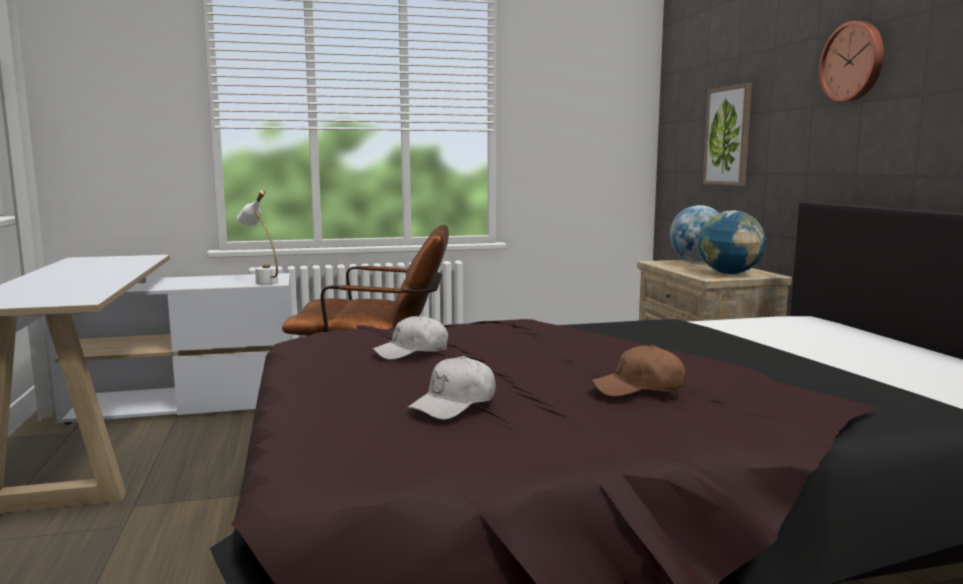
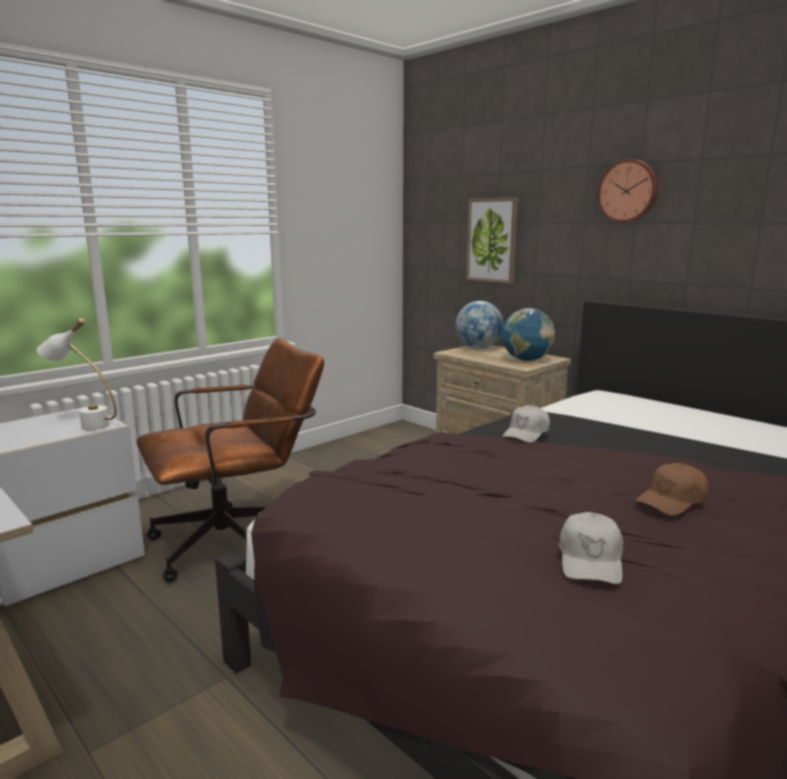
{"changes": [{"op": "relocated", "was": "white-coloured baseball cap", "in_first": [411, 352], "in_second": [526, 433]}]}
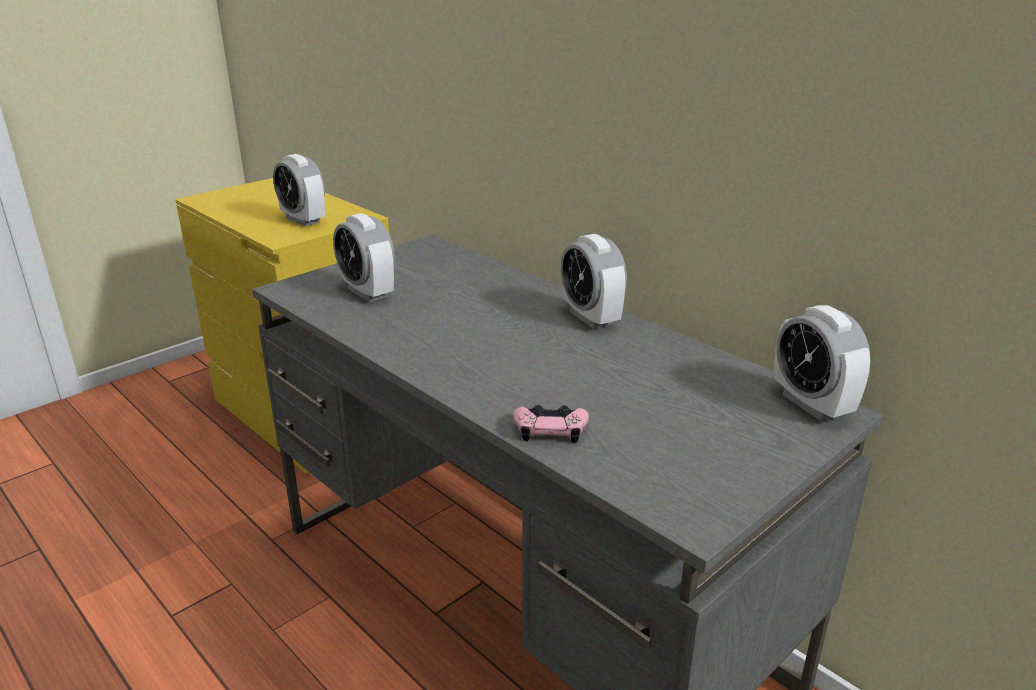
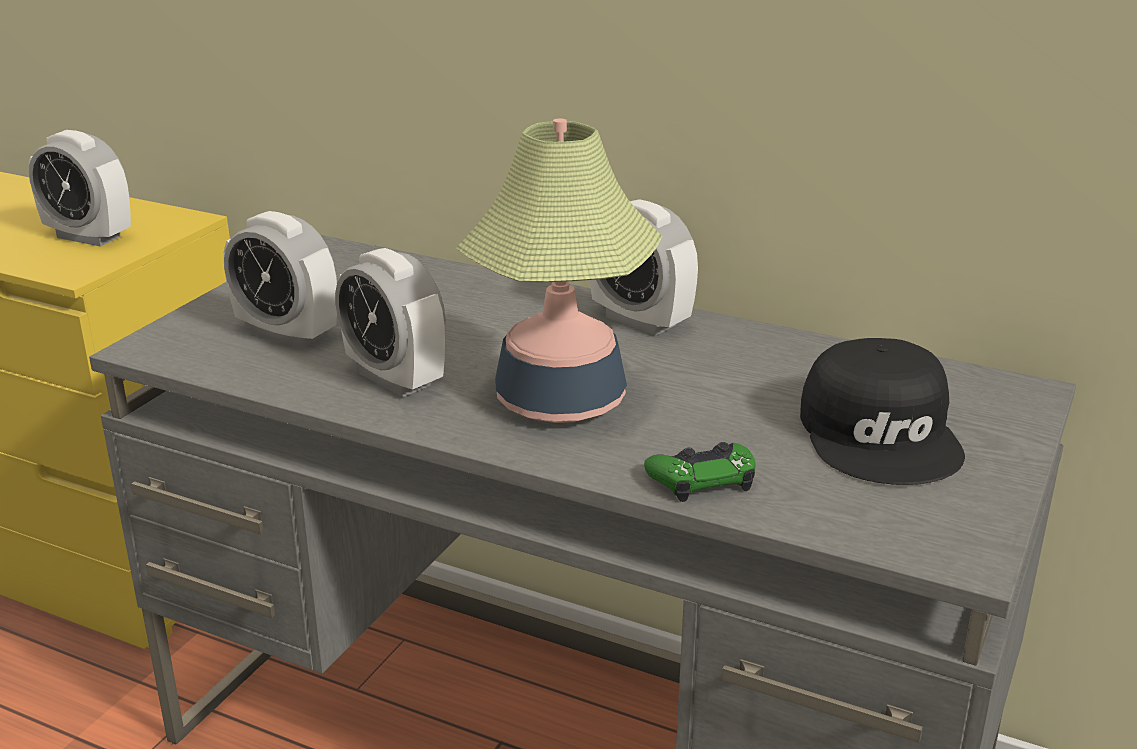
{"changes": [{"op": "relocated", "was": "table clock", "in_first": [811, 404], "in_second": [394, 379]}, {"op": "colour", "was": "pink-coloured gamepad", "now": "green gamepad", "in_first": [550, 429], "in_second": [702, 479]}, {"op": "appeared", "now": "table lamp", "in_second": [560, 401]}, {"op": "appeared", "now": "blackish baseball cap", "in_second": [882, 434]}]}
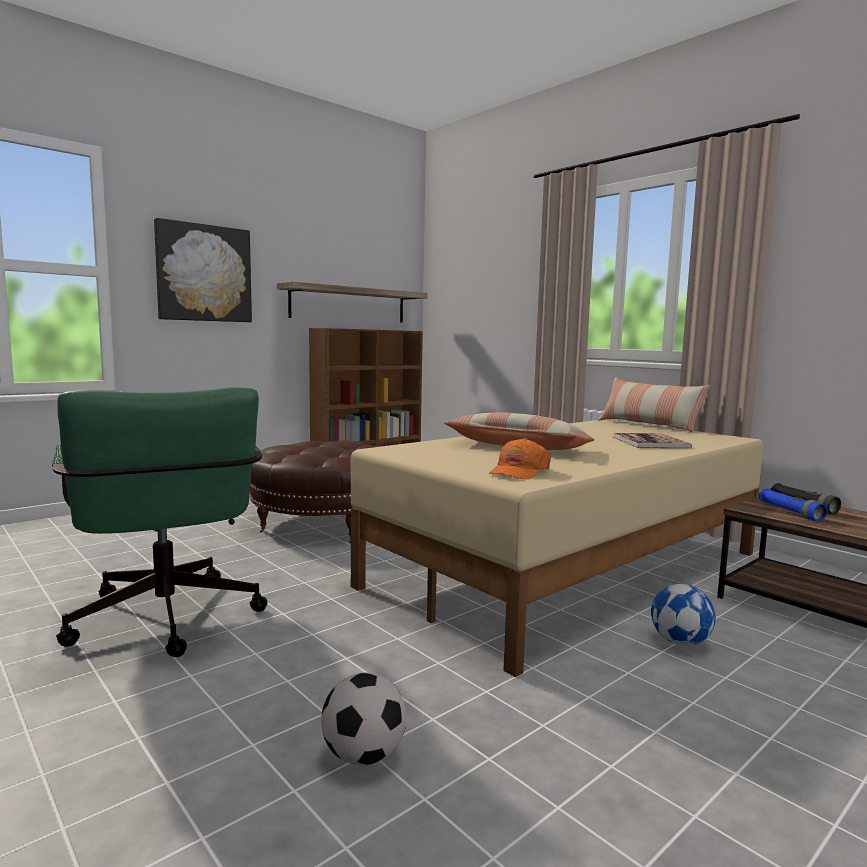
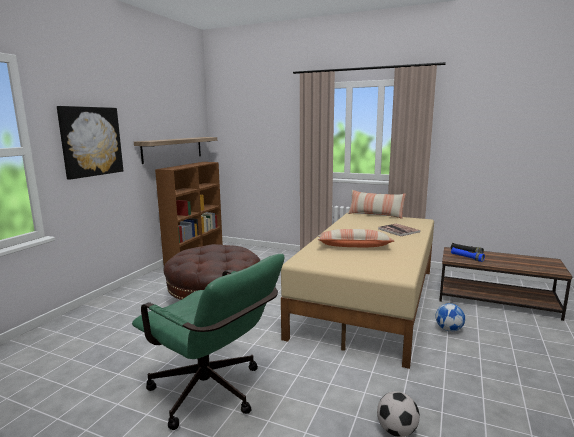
{"changes": [{"op": "missing", "was": "orange baseball cap", "in_first": [518, 472]}]}
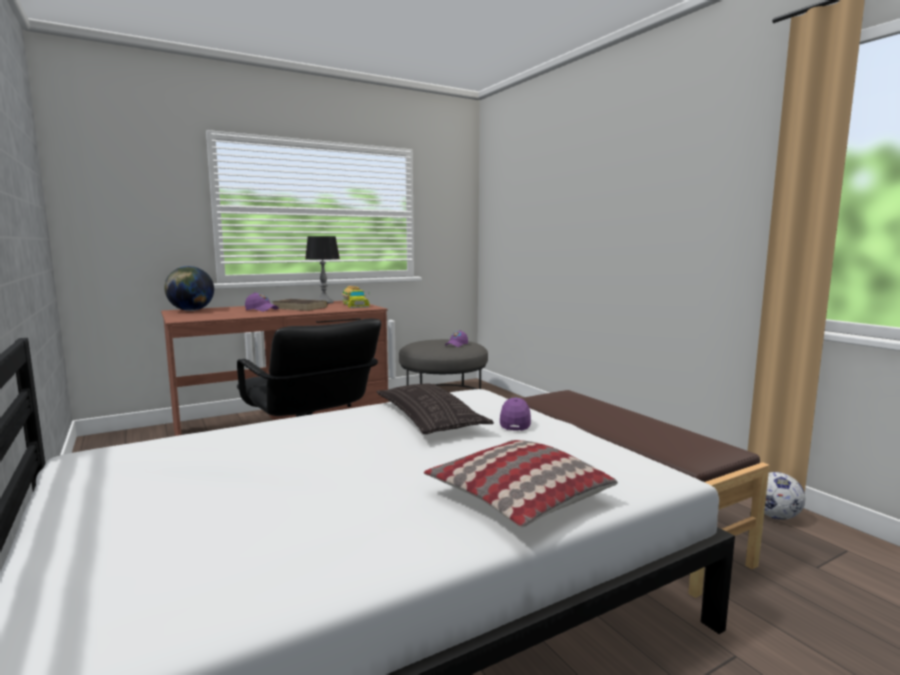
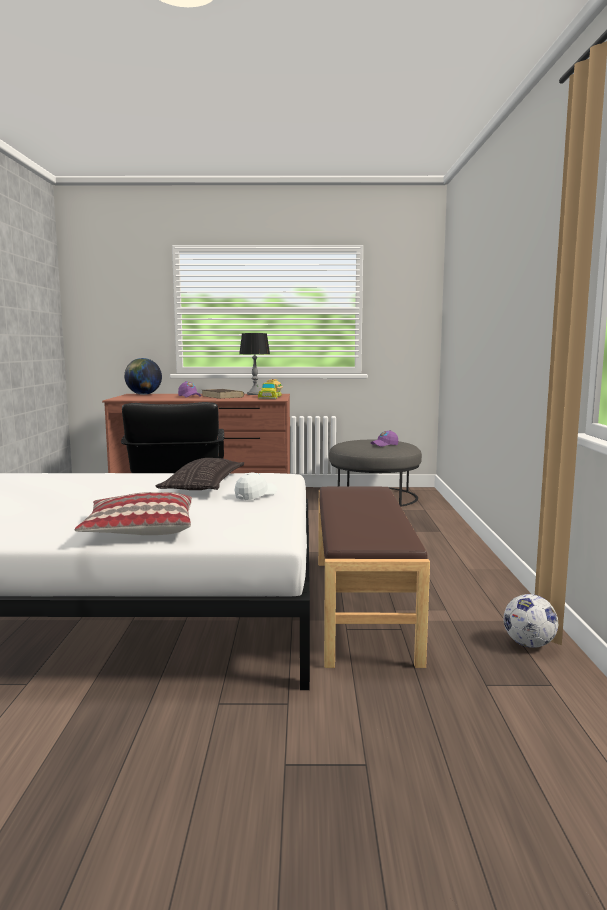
{"changes": [{"op": "colour", "was": "purple-coloured baseball cap", "now": "white-coloured baseball cap", "in_first": [515, 422], "in_second": [255, 495]}]}
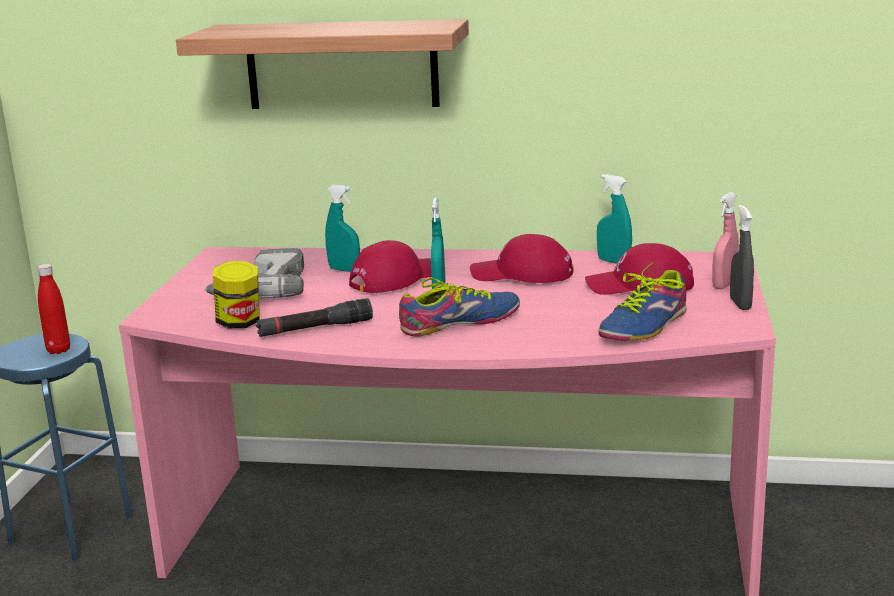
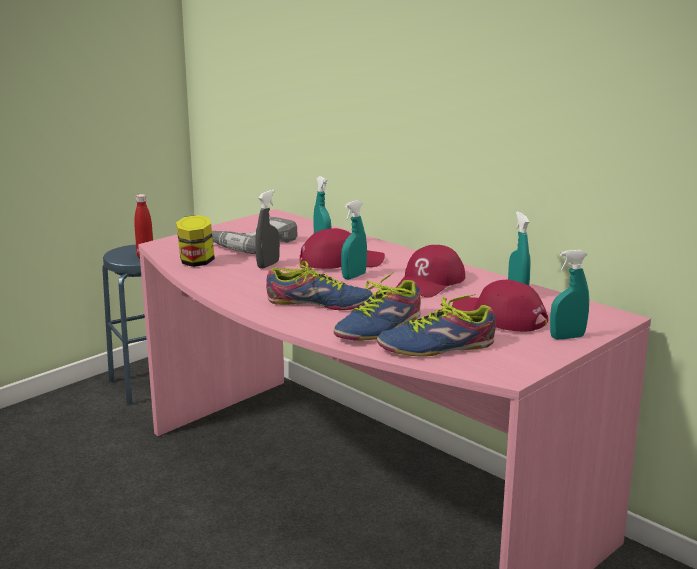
{"changes": [{"op": "missing", "was": "shelf", "in_first": [342, 65]}, {"op": "colour", "was": "pink-coloured sprayer", "now": "turquoise sprayer", "in_first": [724, 285], "in_second": [567, 337]}, {"op": "relocated", "was": "grey sprayer", "in_first": [740, 304], "in_second": [268, 265]}, {"op": "spun", "was": "red baseball cap", "in_first": [522, 274], "in_second": [430, 283], "clockwise": -105}, {"op": "missing", "was": "blackish hand torch", "in_first": [315, 329]}, {"op": "appeared", "now": "shoe", "in_second": [379, 328]}]}
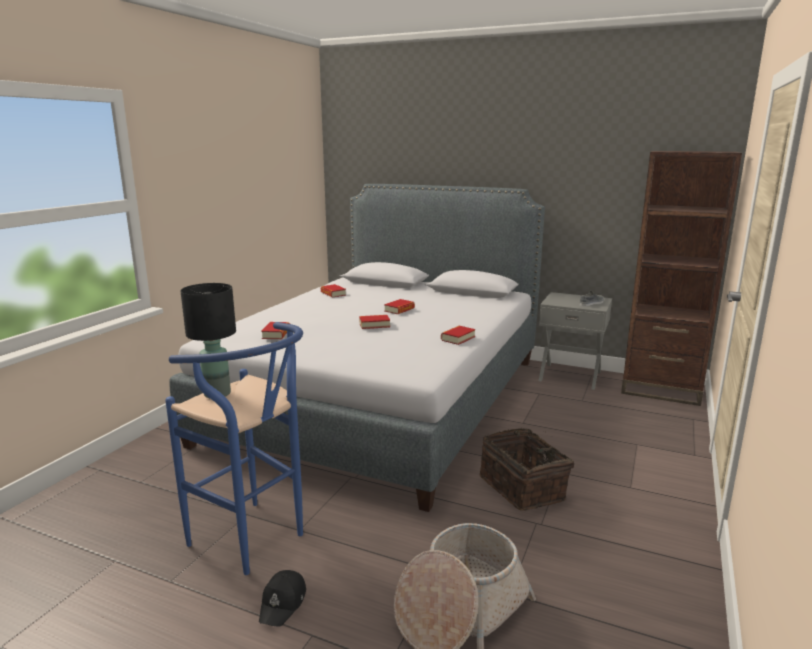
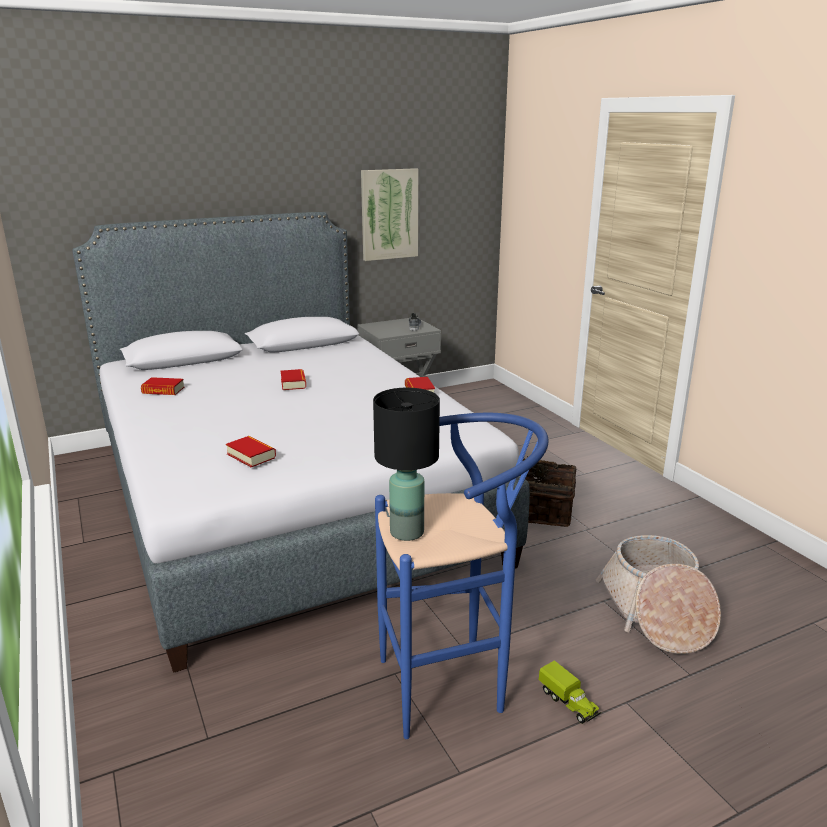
{"changes": [{"op": "missing", "was": "brown-coloured shelving unit", "in_first": [660, 390]}, {"op": "missing", "was": "book", "in_first": [374, 325]}, {"op": "exchanged", "was": "blackish baseball cap", "now": "toy lorry", "in_first": [283, 603], "in_second": [568, 703]}, {"op": "appeared", "now": "wall picture", "in_second": [389, 214]}]}
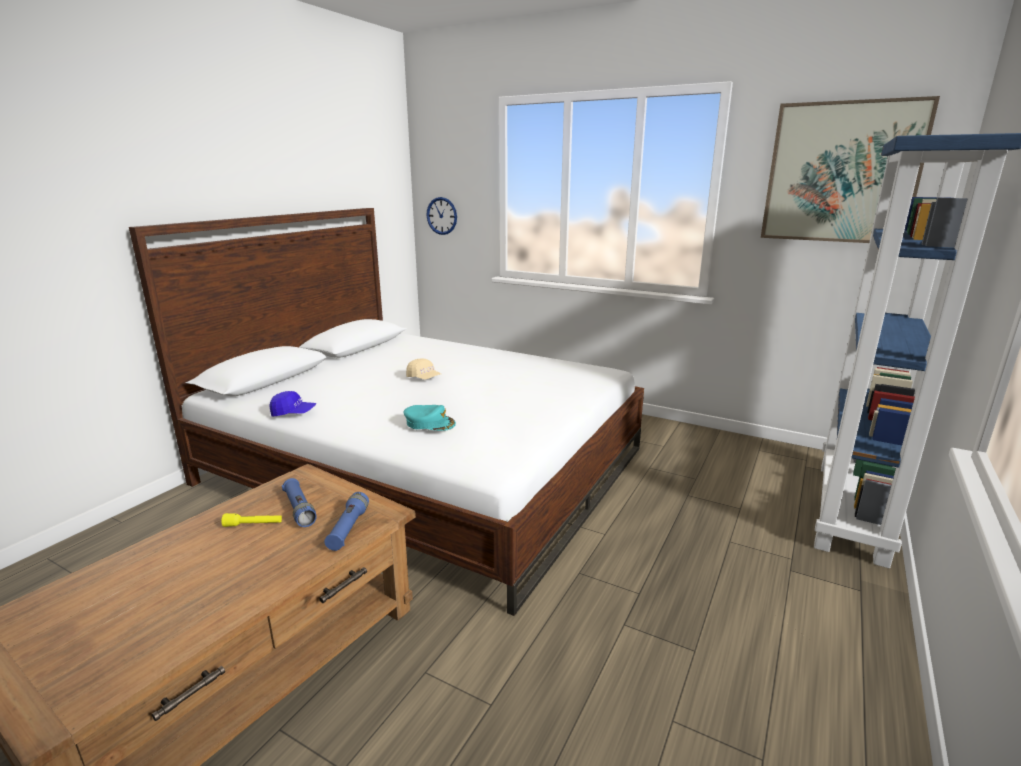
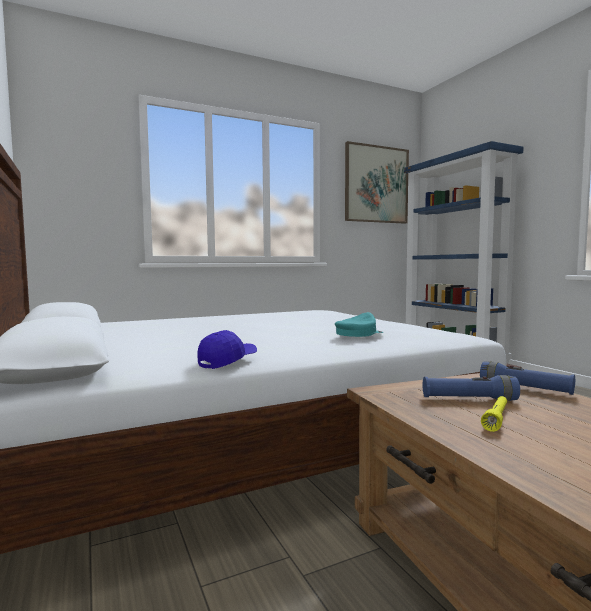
{"changes": [{"op": "missing", "was": "hanging clock", "in_first": [442, 216]}, {"op": "missing", "was": "beige baseball cap", "in_first": [424, 378]}]}
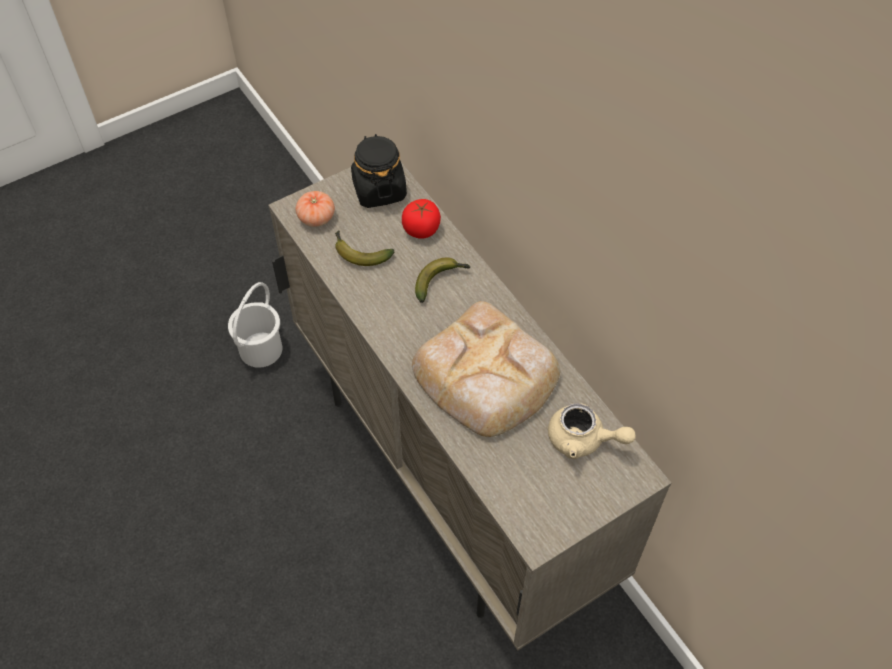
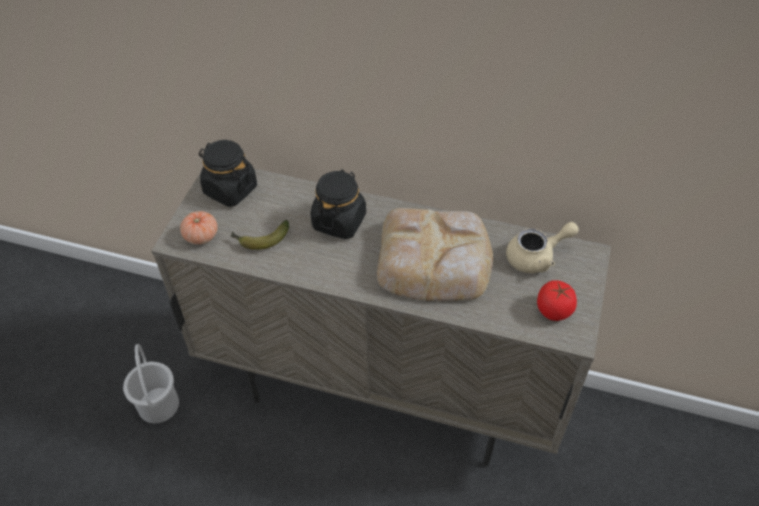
{"changes": [{"op": "relocated", "was": "fresh tomato", "in_first": [421, 229], "in_second": [554, 310]}, {"op": "exchanged", "was": "whole banana", "now": "blackish jar", "in_first": [440, 281], "in_second": [339, 221]}]}
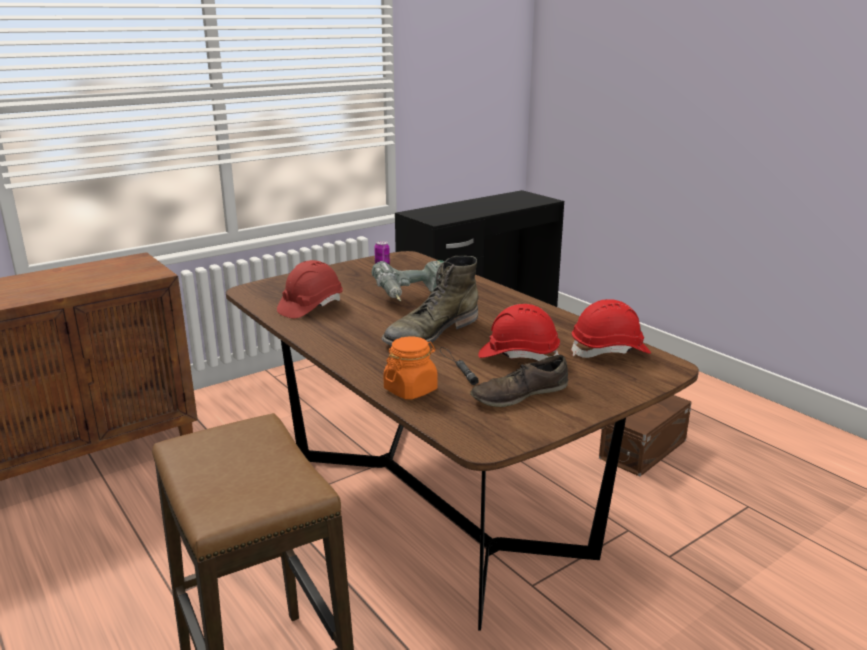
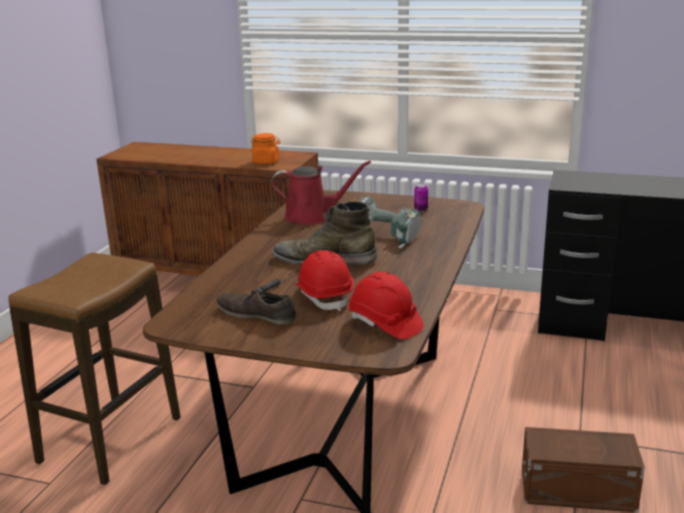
{"changes": [{"op": "exchanged", "was": "red work helmet", "now": "red watering pot", "in_first": [310, 307], "in_second": [312, 217]}, {"op": "relocated", "was": "orange jar", "in_first": [410, 390], "in_second": [266, 161]}]}
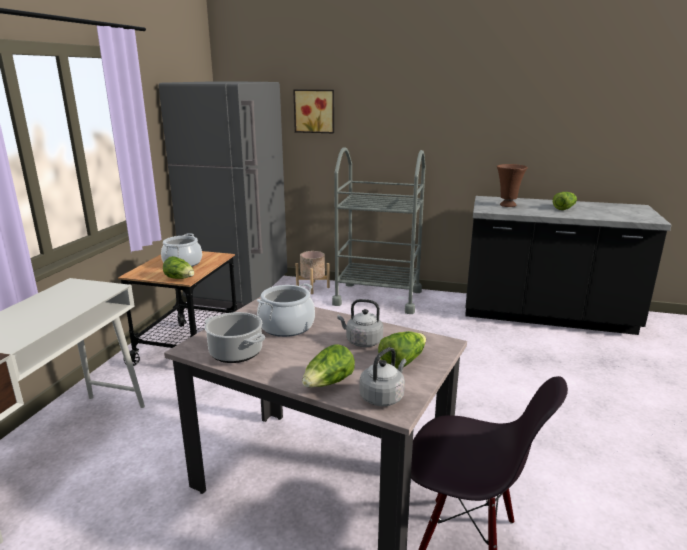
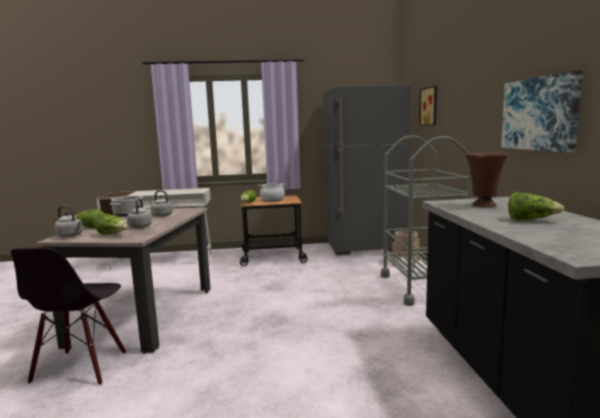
{"changes": [{"op": "exchanged", "was": "saucepot", "now": "grey kettle", "in_first": [287, 326], "in_second": [161, 215]}, {"op": "appeared", "now": "wall picture", "in_second": [540, 113]}]}
